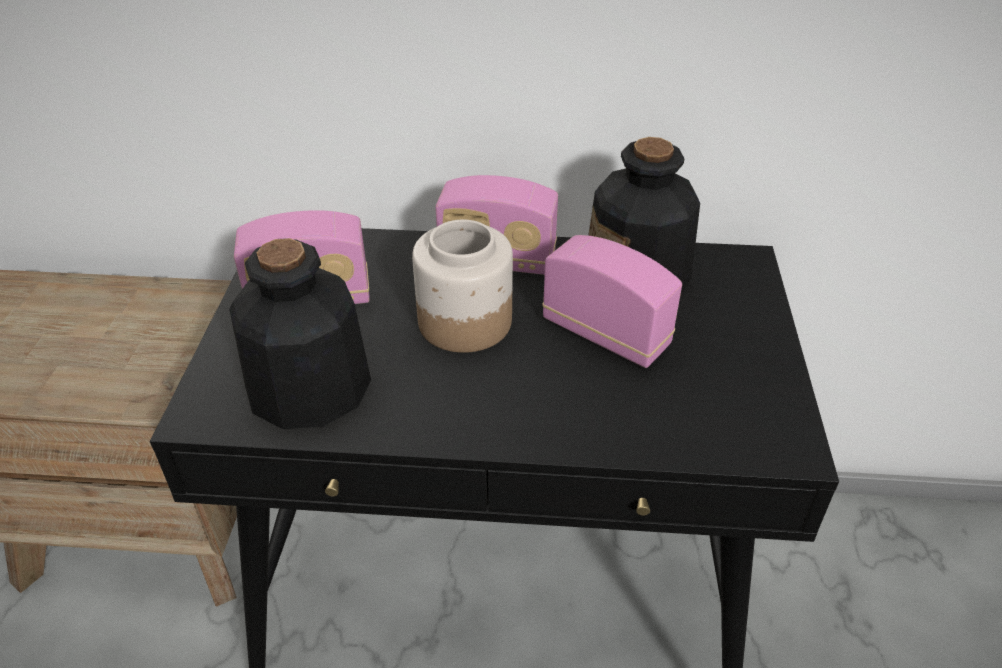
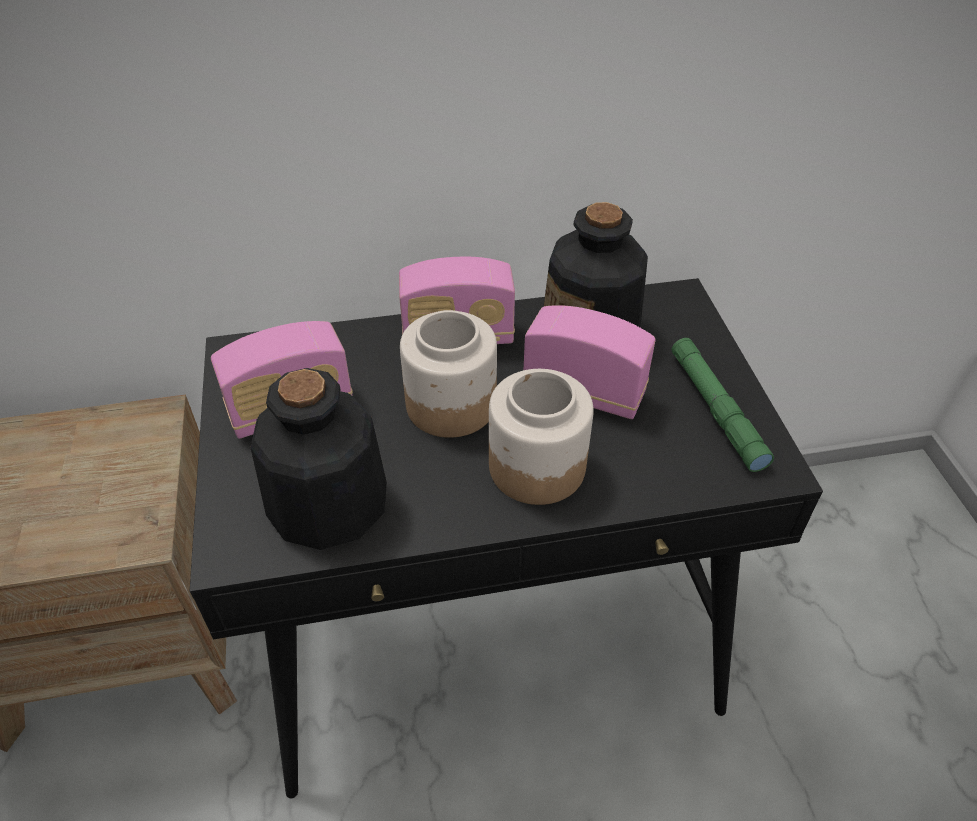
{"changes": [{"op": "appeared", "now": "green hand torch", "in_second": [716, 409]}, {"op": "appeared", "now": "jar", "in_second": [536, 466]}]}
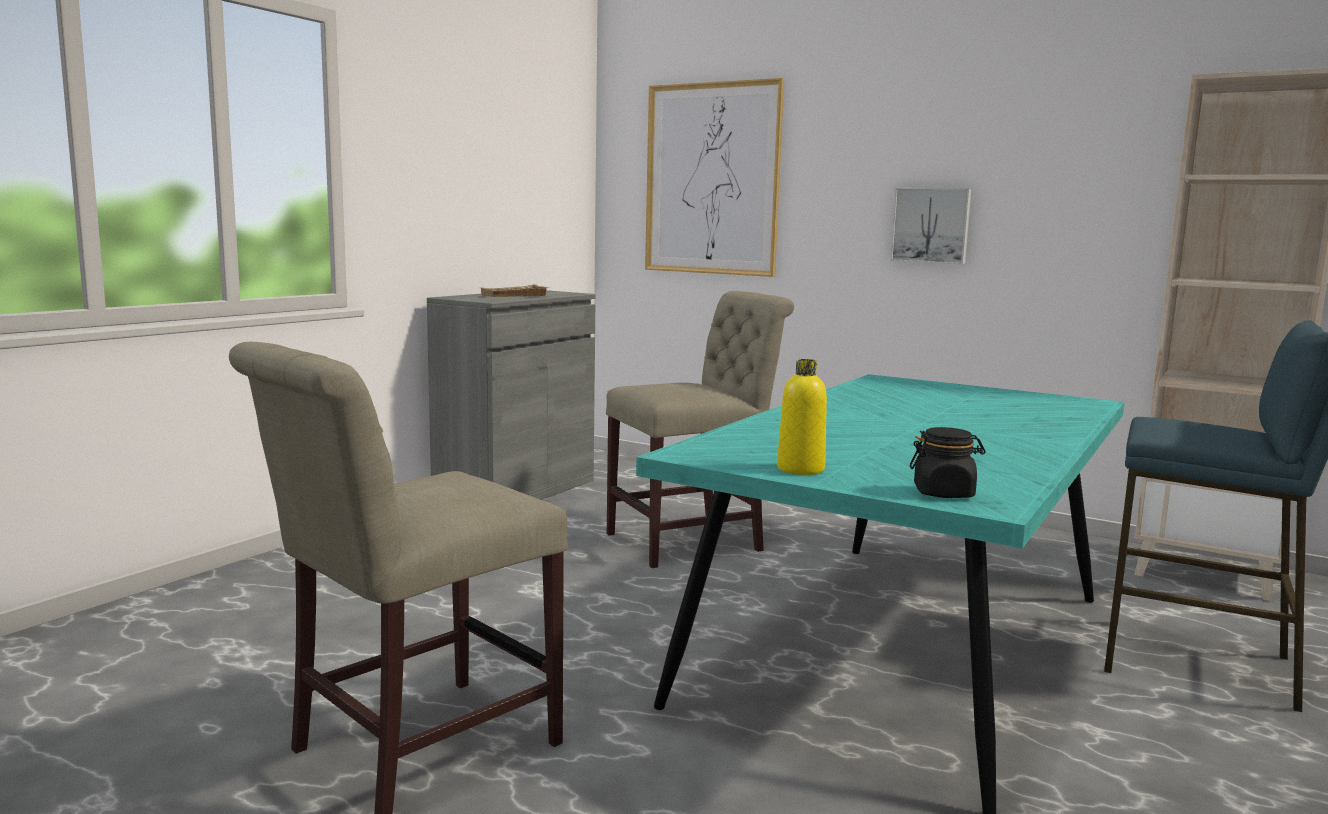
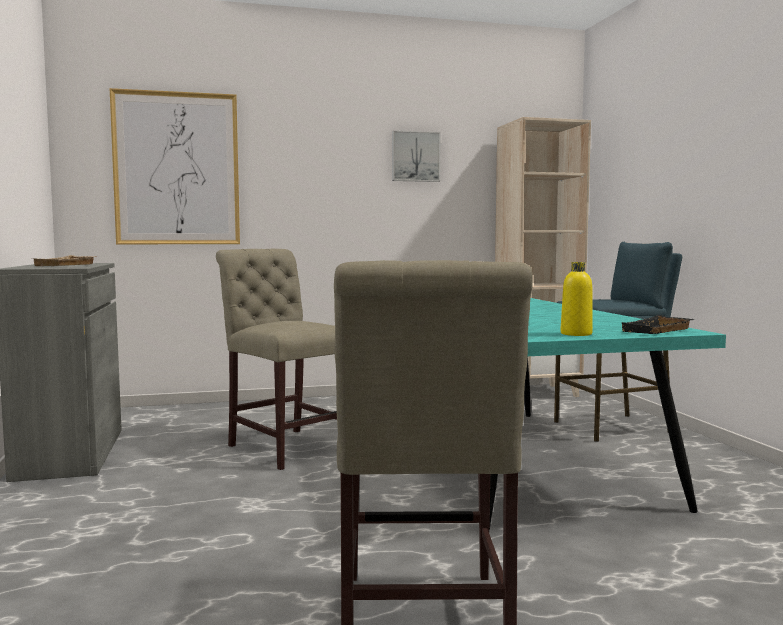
{"changes": [{"op": "relocated", "was": "wall picture", "in_first": [931, 225], "in_second": [415, 156]}, {"op": "spun", "was": "beige chair", "in_first": [693, 541], "in_second": [286, 446], "clockwise": -60}, {"op": "exchanged", "was": "blackish jar", "now": "blackish carrying tray", "in_first": [944, 493], "in_second": [658, 331]}]}
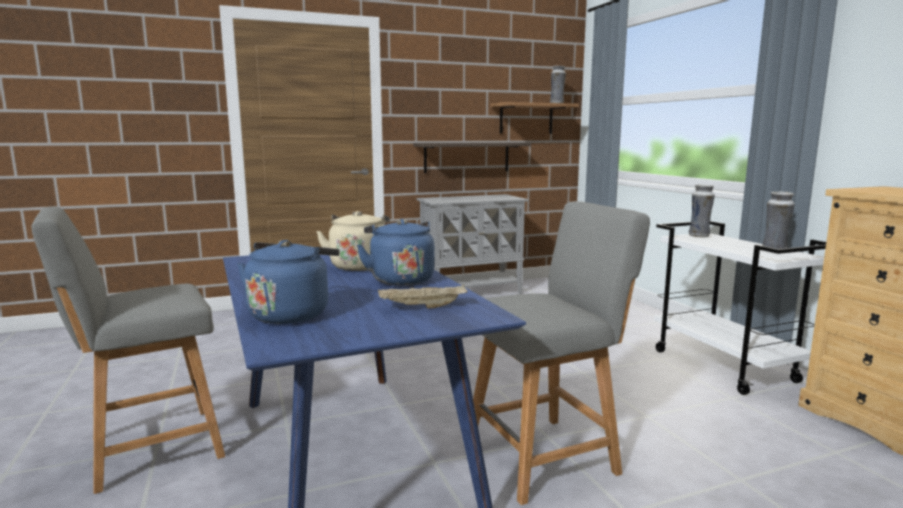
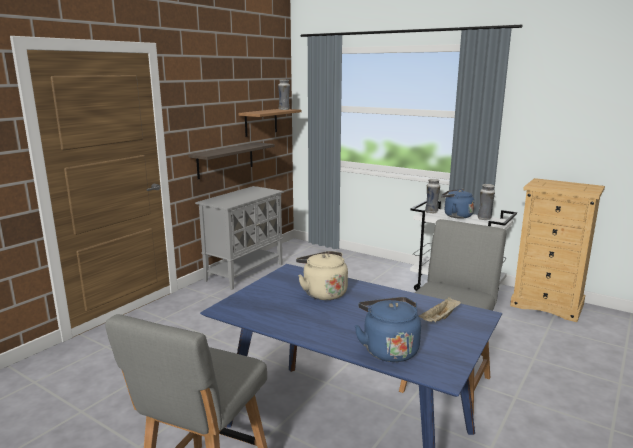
{"changes": [{"op": "relocated", "was": "blue-coloured kettle", "in_first": [400, 279], "in_second": [455, 216]}]}
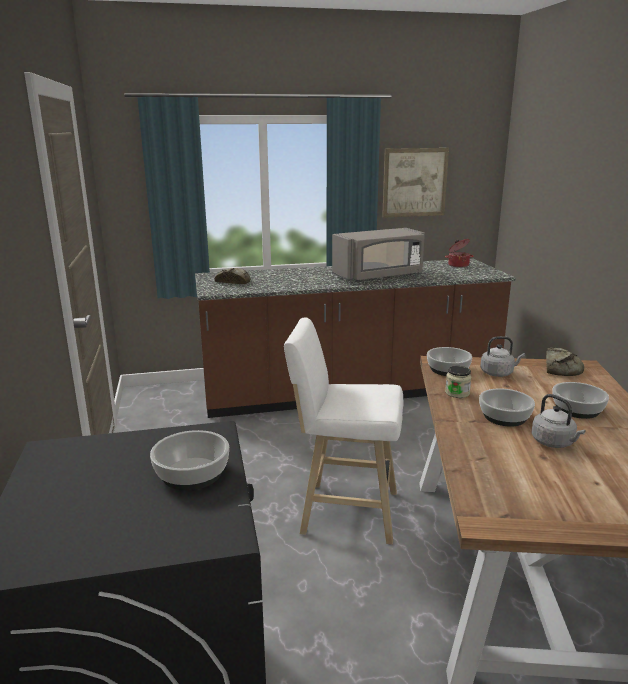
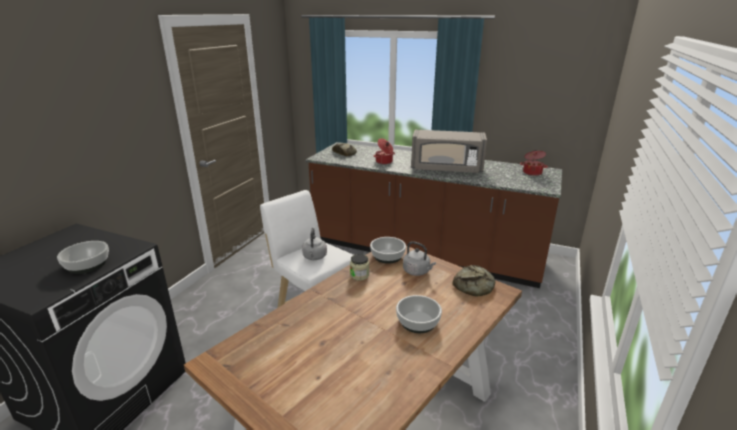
{"changes": [{"op": "missing", "was": "wall picture", "in_first": [414, 182]}, {"op": "missing", "was": "deep dish", "in_first": [504, 416]}, {"op": "relocated", "was": "grey kettle", "in_first": [554, 443], "in_second": [314, 257]}, {"op": "appeared", "now": "saucepot", "in_second": [384, 162]}]}
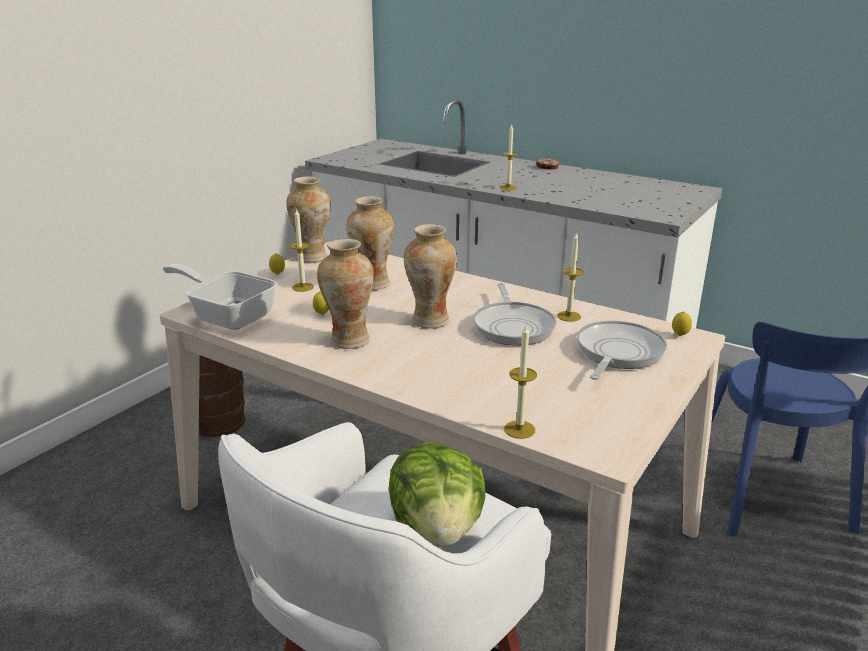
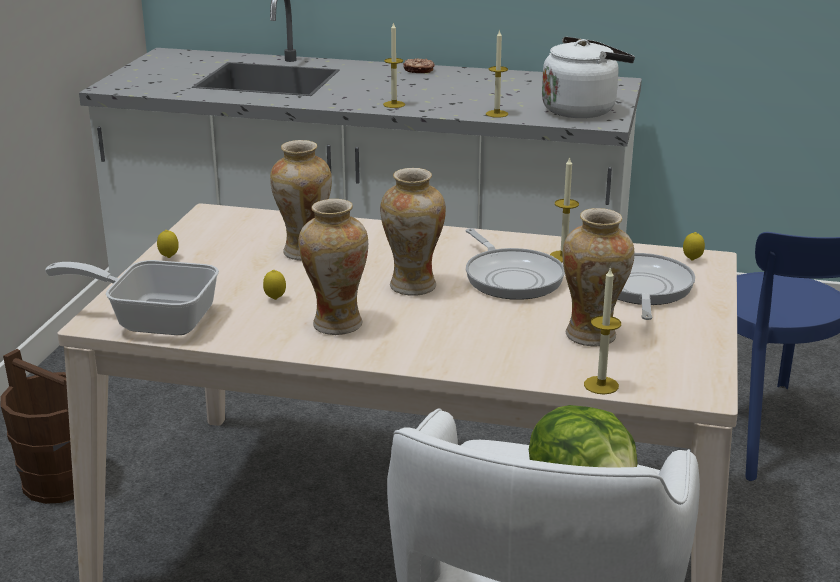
{"changes": [{"op": "relocated", "was": "vase", "in_first": [312, 257], "in_second": [592, 336]}, {"op": "relocated", "was": "candle", "in_first": [303, 287], "in_second": [497, 114]}, {"op": "appeared", "now": "white-coloured kettle", "in_second": [582, 110]}]}
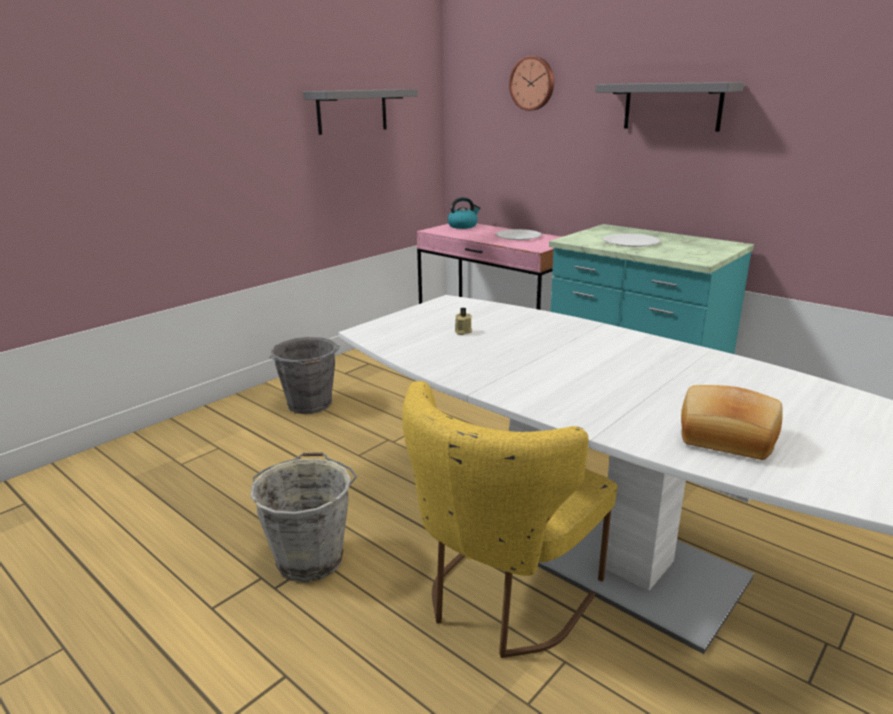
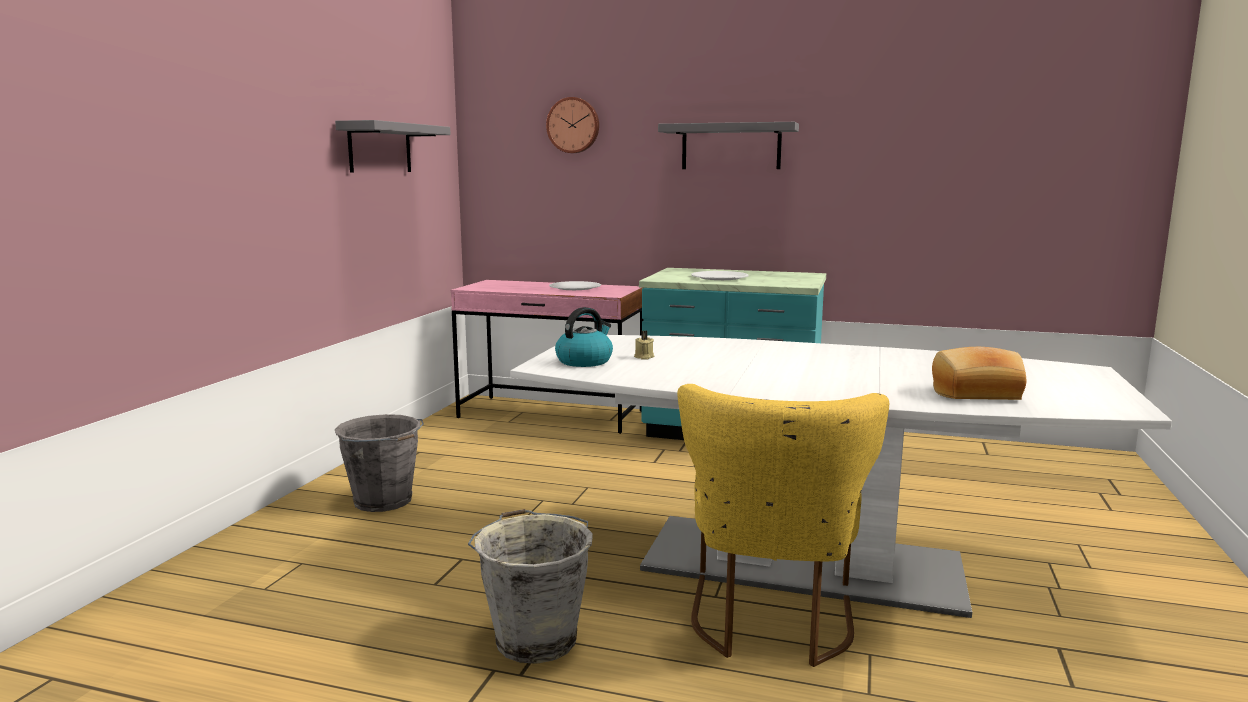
{"changes": [{"op": "relocated", "was": "kettle", "in_first": [463, 226], "in_second": [584, 361]}]}
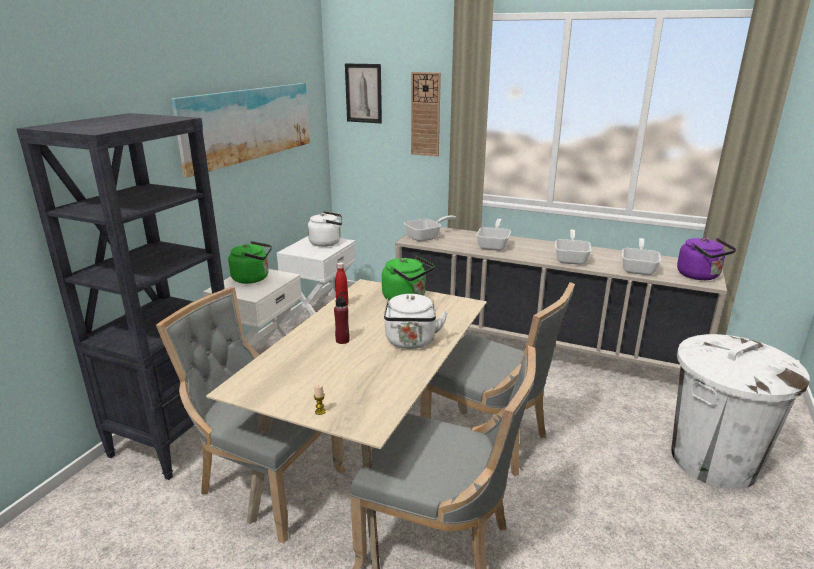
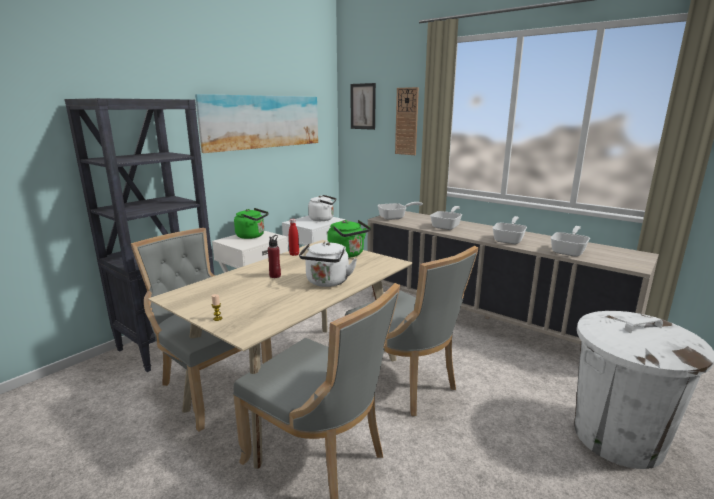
{"changes": [{"op": "missing", "was": "purple-coloured kettle", "in_first": [700, 276]}]}
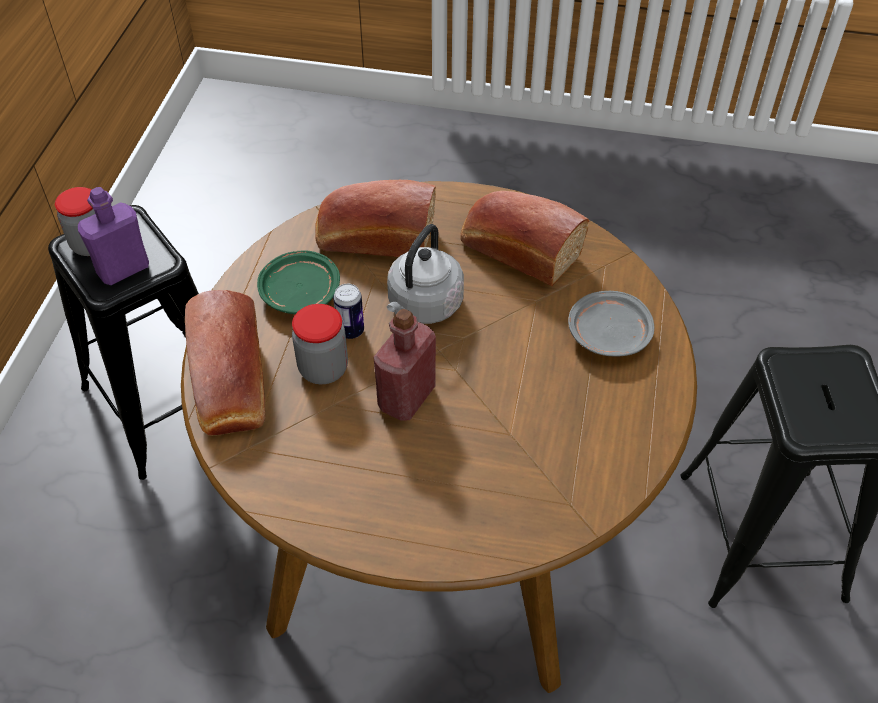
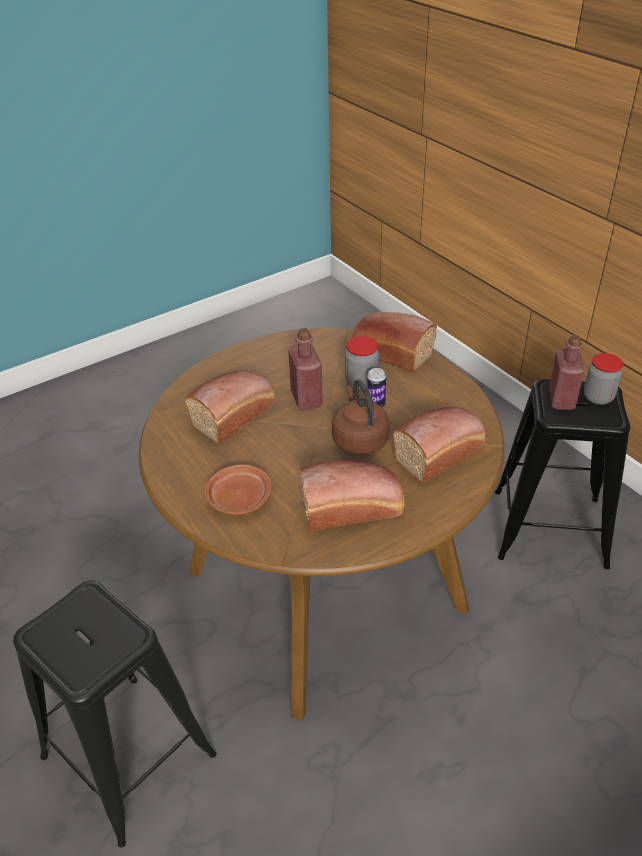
{"changes": [{"op": "colour", "was": "purple-coloured bottle", "now": "red bottle", "in_first": [123, 269], "in_second": [561, 400]}, {"op": "colour", "was": "grey kettle", "now": "brown-coloured kettle", "in_first": [423, 306], "in_second": [359, 439]}, {"op": "missing", "was": "green plate", "in_first": [300, 292]}, {"op": "colour", "was": "grey plate", "now": "brown-coloured plate", "in_first": [608, 335], "in_second": [239, 497]}, {"op": "appeared", "now": "baked bread", "in_second": [236, 415]}]}
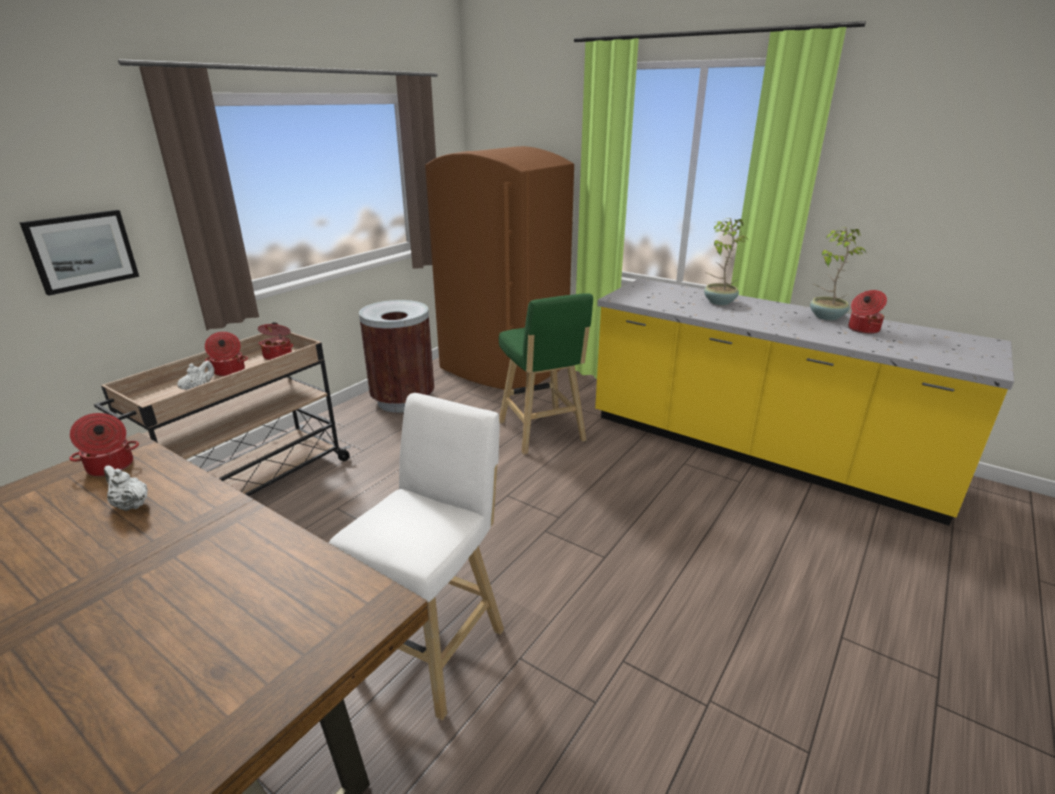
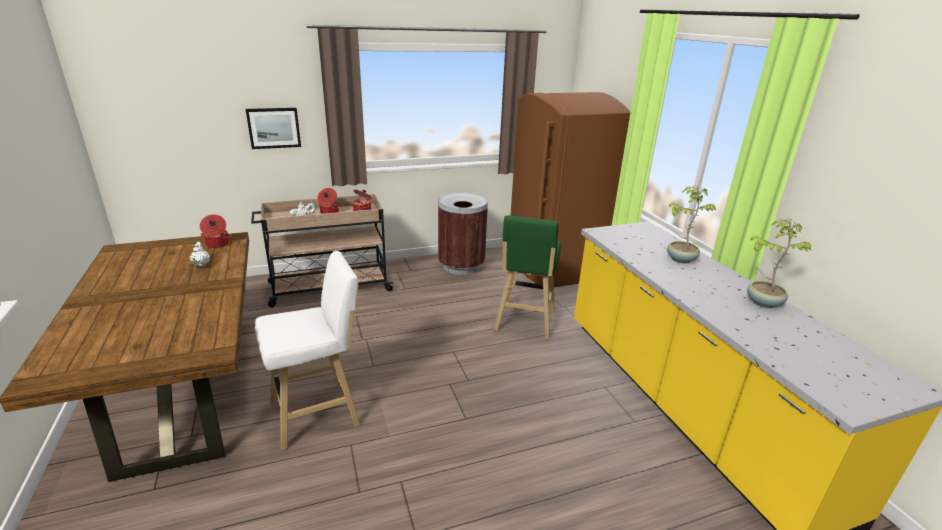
{"changes": [{"op": "missing", "was": "saucepot", "in_first": [862, 329]}]}
